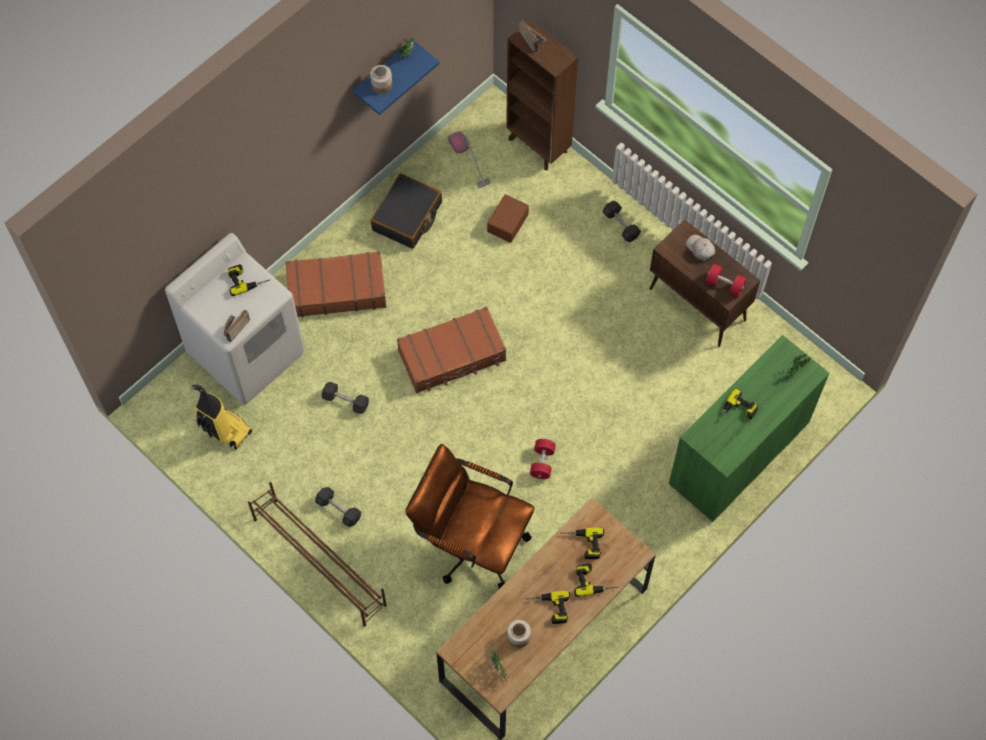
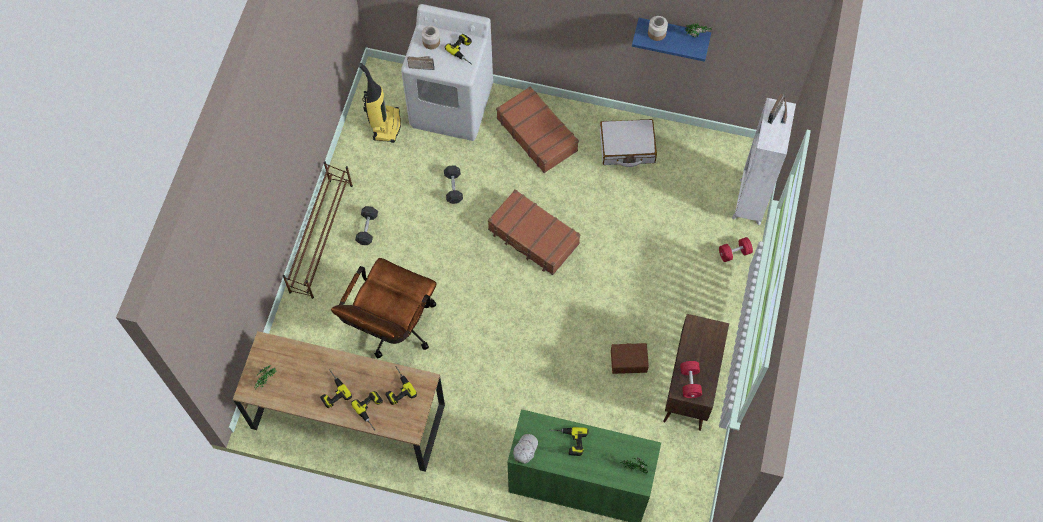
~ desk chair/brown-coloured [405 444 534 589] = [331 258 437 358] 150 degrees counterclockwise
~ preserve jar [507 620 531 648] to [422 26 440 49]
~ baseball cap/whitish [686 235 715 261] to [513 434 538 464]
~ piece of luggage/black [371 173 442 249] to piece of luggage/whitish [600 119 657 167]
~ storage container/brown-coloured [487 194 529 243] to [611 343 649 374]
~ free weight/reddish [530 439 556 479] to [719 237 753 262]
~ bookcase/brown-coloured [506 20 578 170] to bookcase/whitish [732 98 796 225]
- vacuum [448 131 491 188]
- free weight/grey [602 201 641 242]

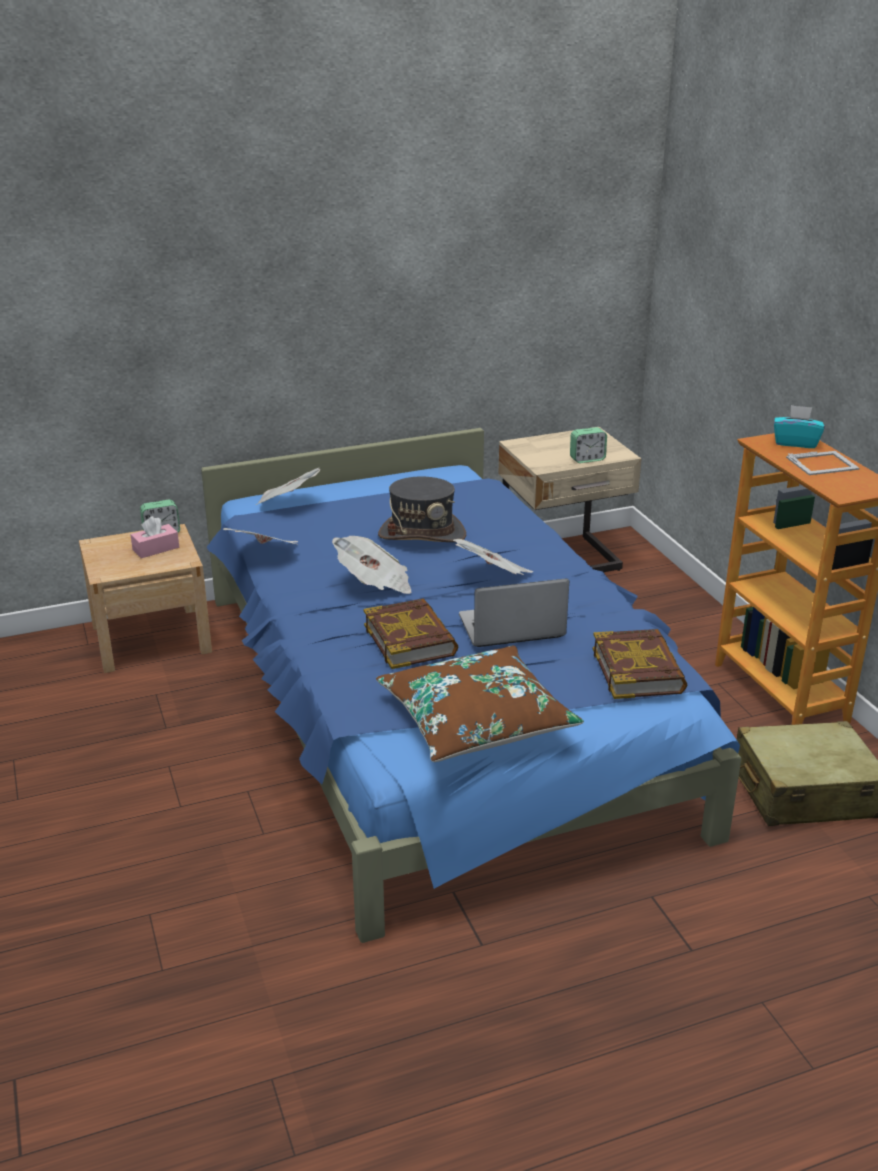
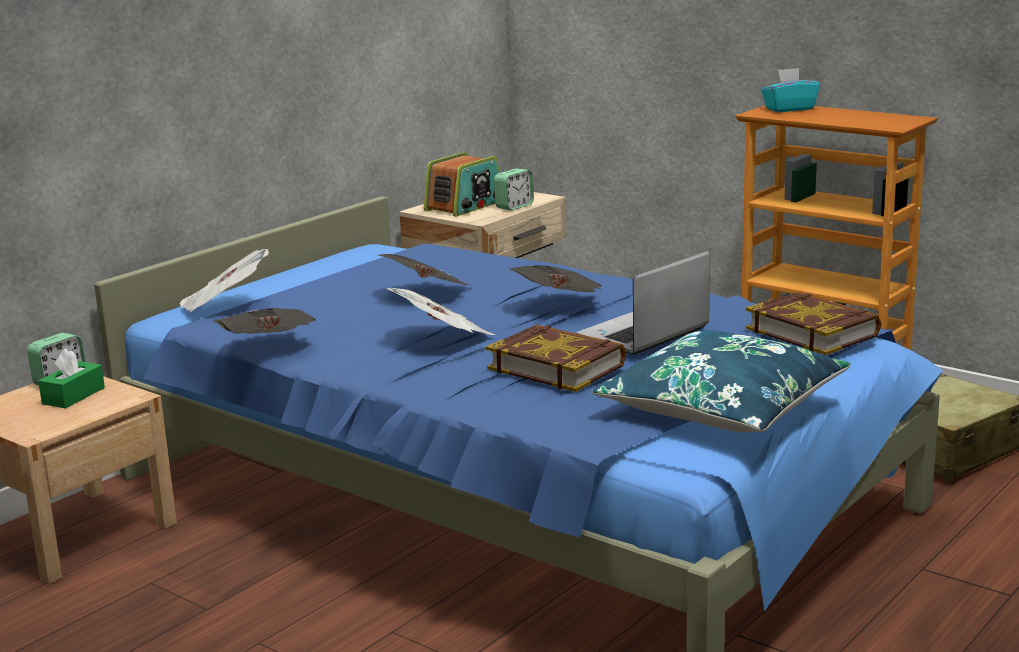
~ tissue holder/pink-coloured [131 516 179 558] to tissue holder/green-coloured [38 349 105 408]
~ hat/grey [378 477 466 542] to newspaper [378 254 472 285]
+ radio set [424 152 500 217]
~ throw pillow/brown-coloured [376 646 584 762] to throw pillow/bluish [591 330 851 432]
- picture frame [786 451 860 475]

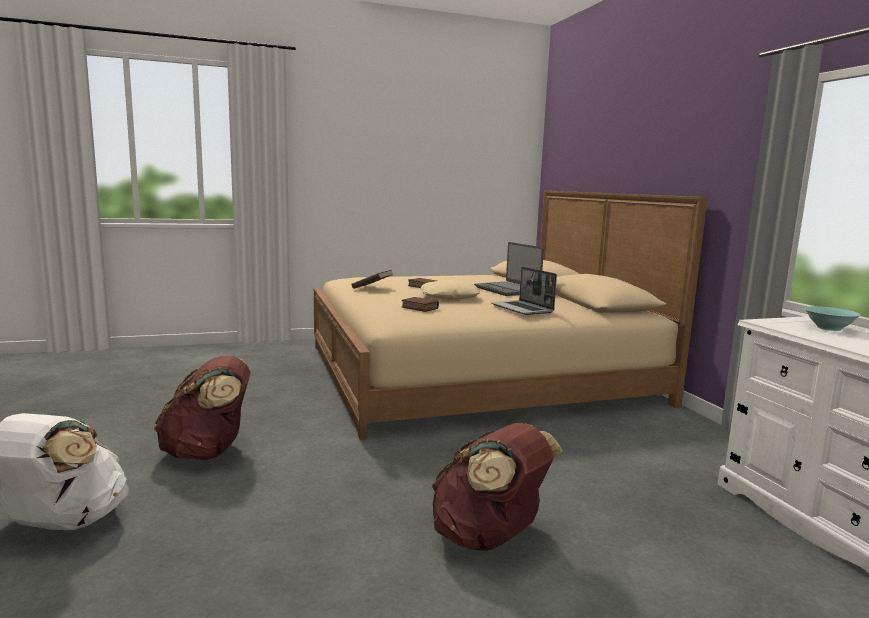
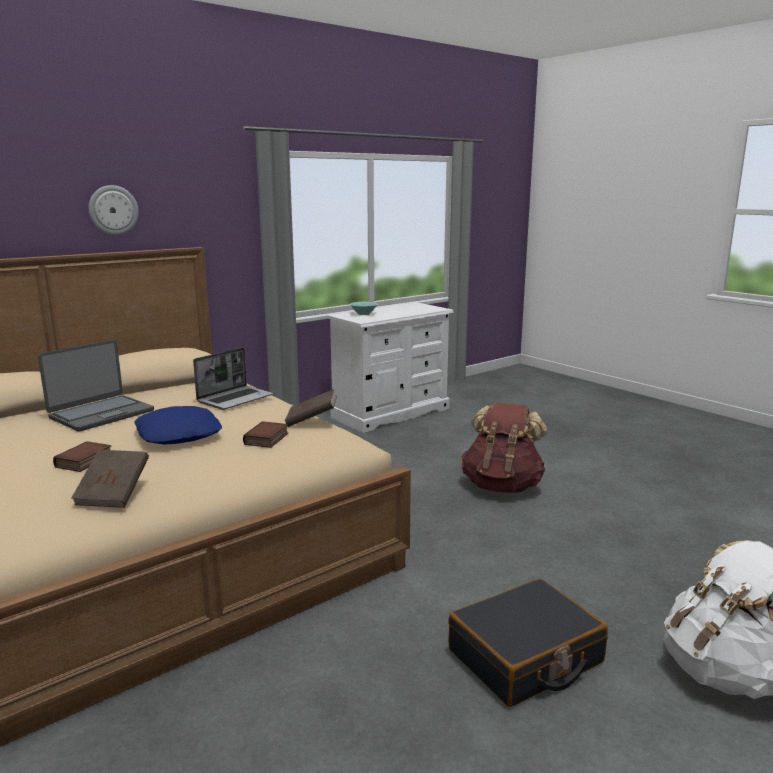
+ hanging clock [88 185 139 235]
~ throw pillow/beige [421 280 480 300] to throw pillow/bluish [134 406 222 445]
+ volume/brown-coloured [285 389 337 427]
~ backpack/brown-coloured [154 355 251 460] to piece of luggage/black [448 579 608 707]

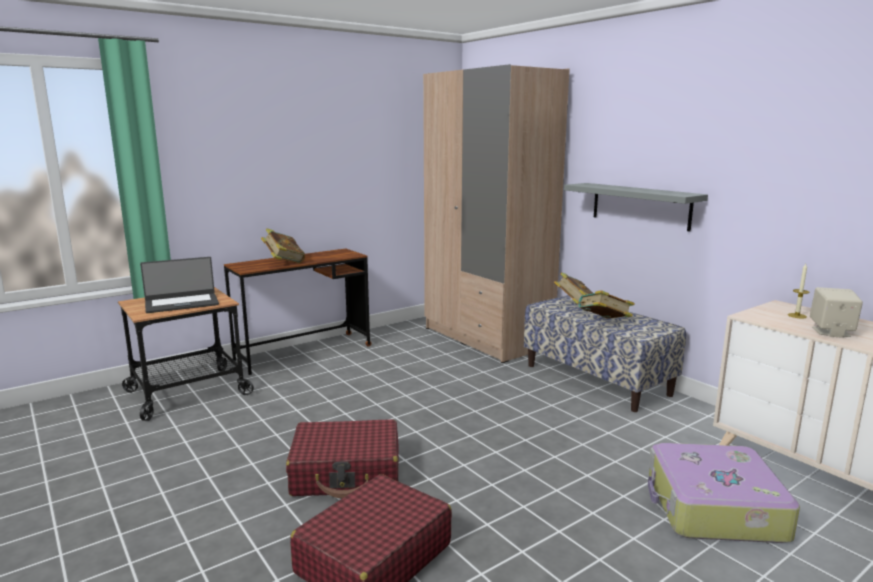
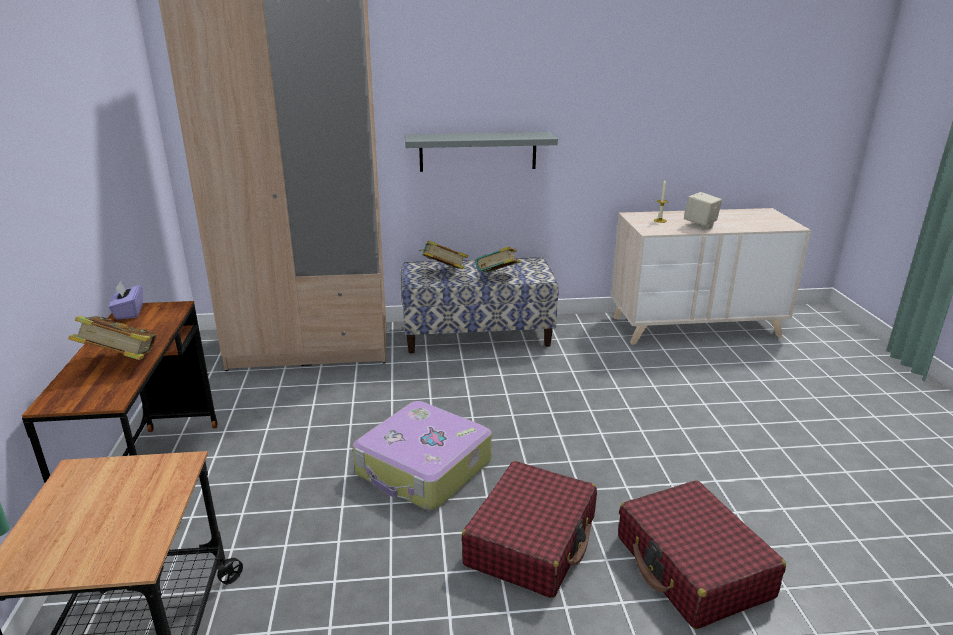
+ tissue holder/purple [109 281 143 320]
~ piece of luggage [648 443 800 543] to [353 401 492 510]
- notebook computer [140 257 219 313]

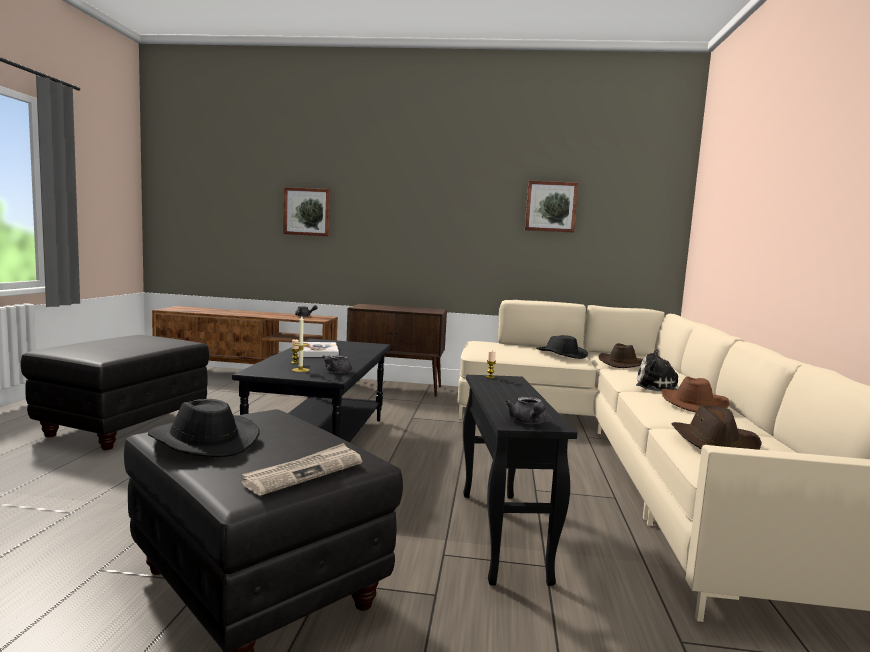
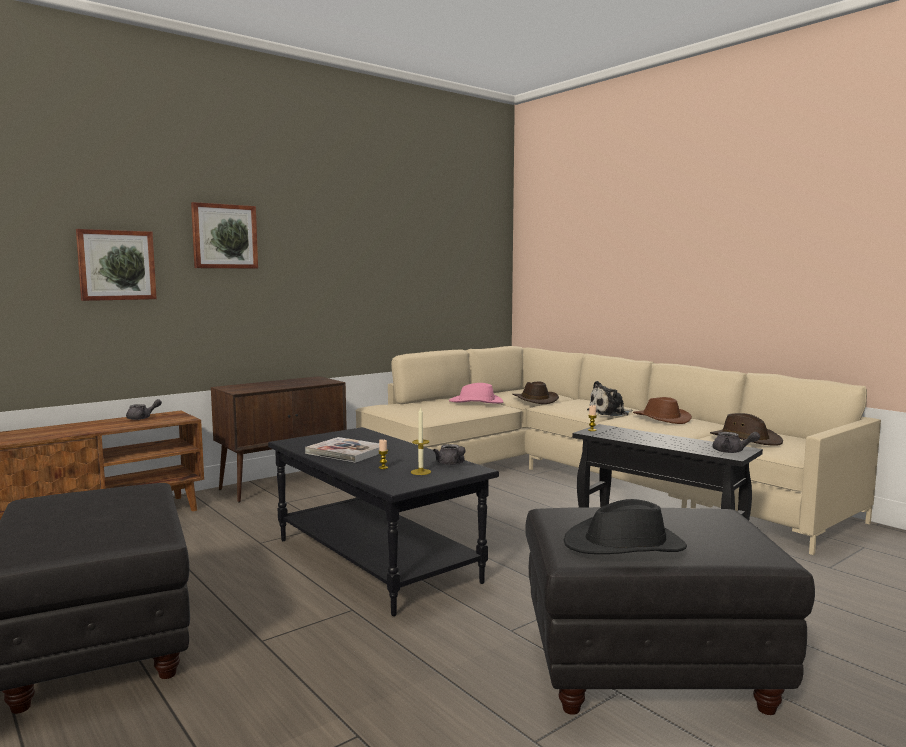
~ wall art [525 181 578 233] to [191 202 258 269]
~ hat/black [536 335 588 359] to hat/pink-coloured [449 383 503 404]
- newspaper [241 443 362 495]

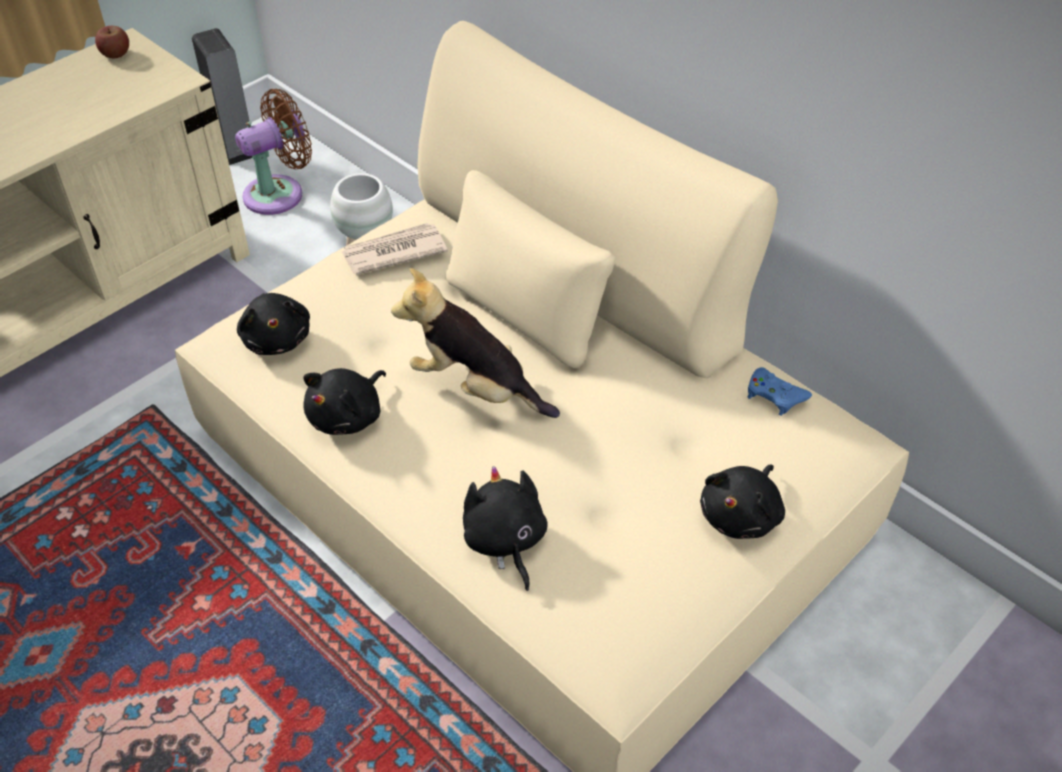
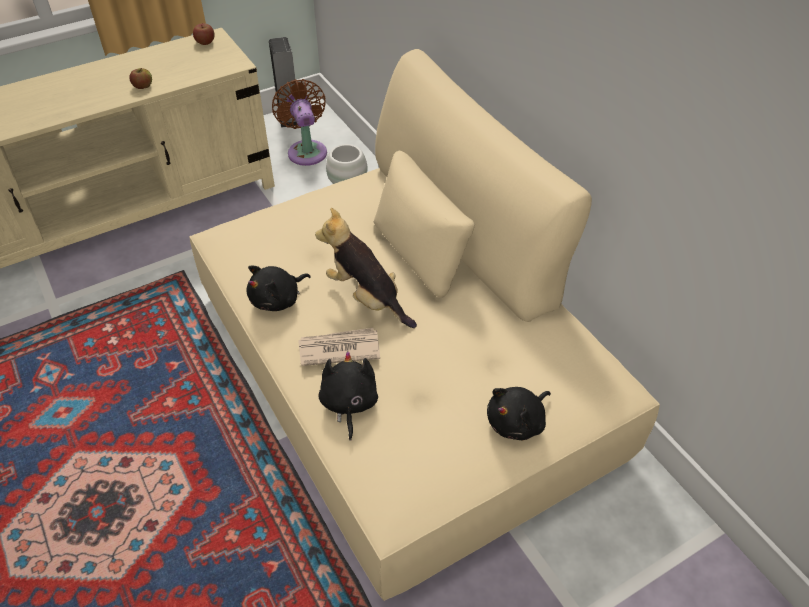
+ apple fruit [129 68 152 89]
~ electric fan/brown-coloured [235 89 312 215] = [272 79 327 166] 90 degrees counterclockwise
~ newspaper [341 223 448 275] to [298 328 380 366]
- cuddly toy/black [237 293 310 355]
- gamepad/bluish [748 367 812 416]

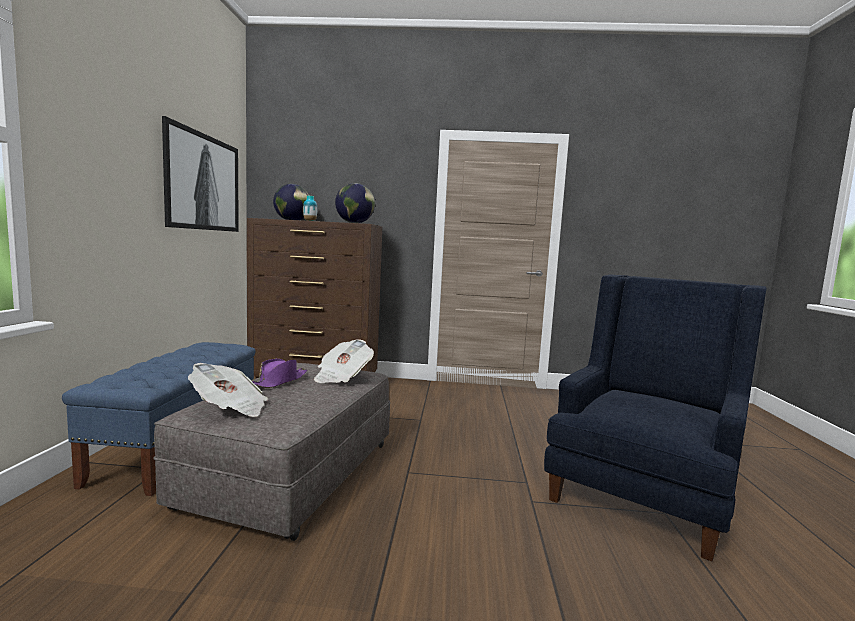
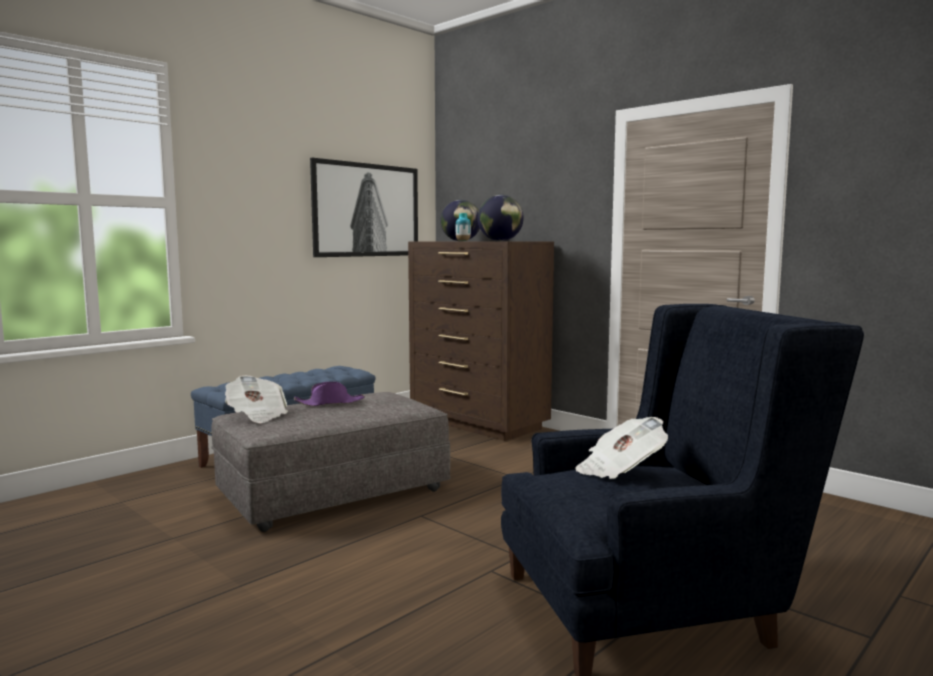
~ newspaper [314 339 374 383] to [575 417 668 479]

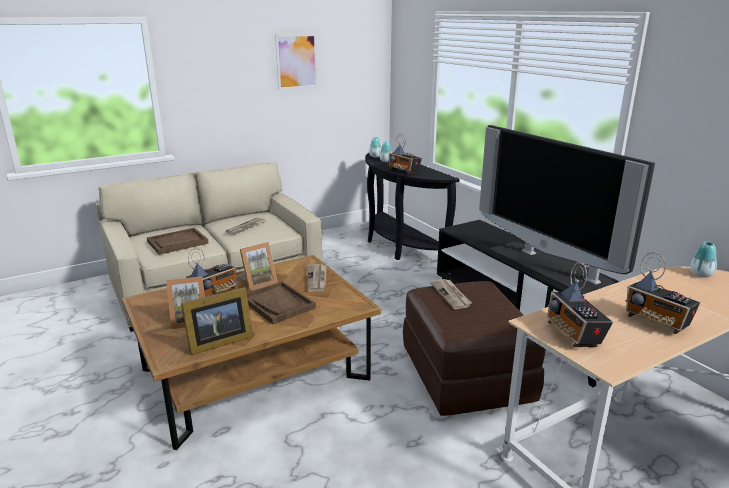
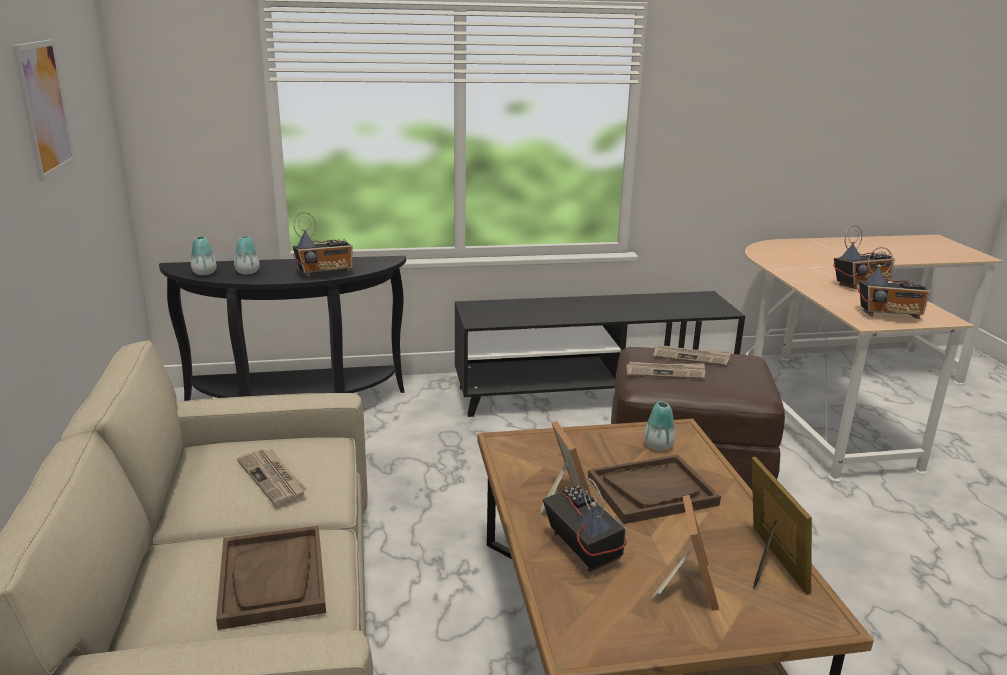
~ vase [690 241 717 277] to [644 401 676 451]
~ newspaper [307 264 327 292] to [653 345 731 366]
- TV [479 125 655 295]

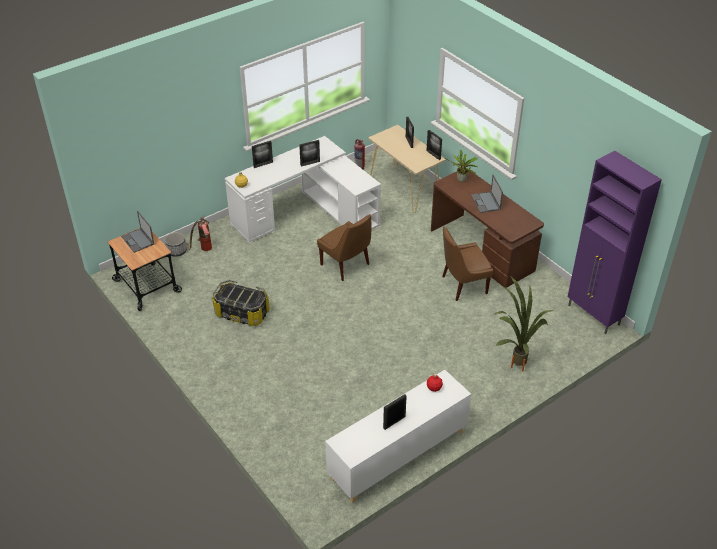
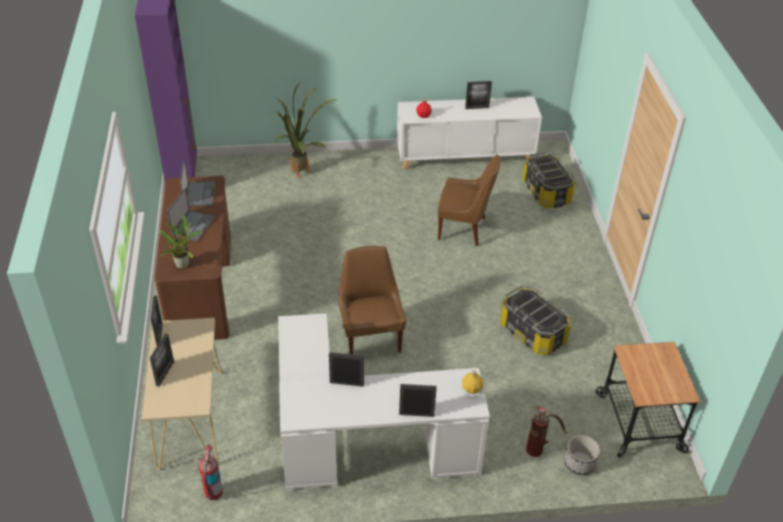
~ notebook computer [121 211 154 253] to [180 160 215 207]
~ chair/brown-coloured [442 226 493 301] to [438 154 501 246]
+ storage container [522 151 576 208]

